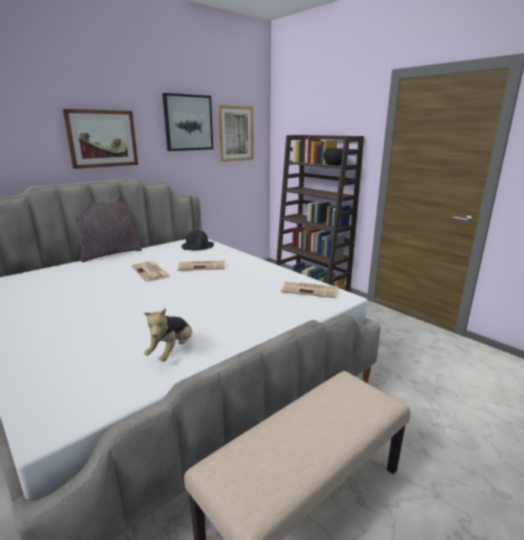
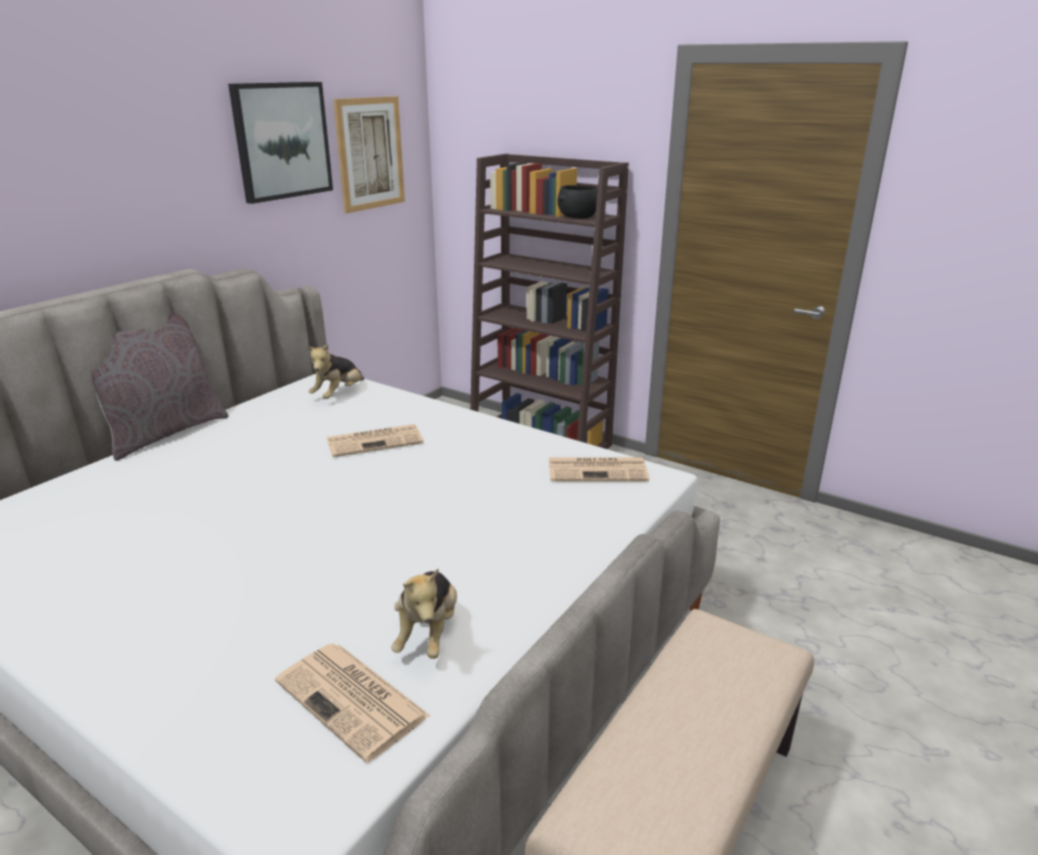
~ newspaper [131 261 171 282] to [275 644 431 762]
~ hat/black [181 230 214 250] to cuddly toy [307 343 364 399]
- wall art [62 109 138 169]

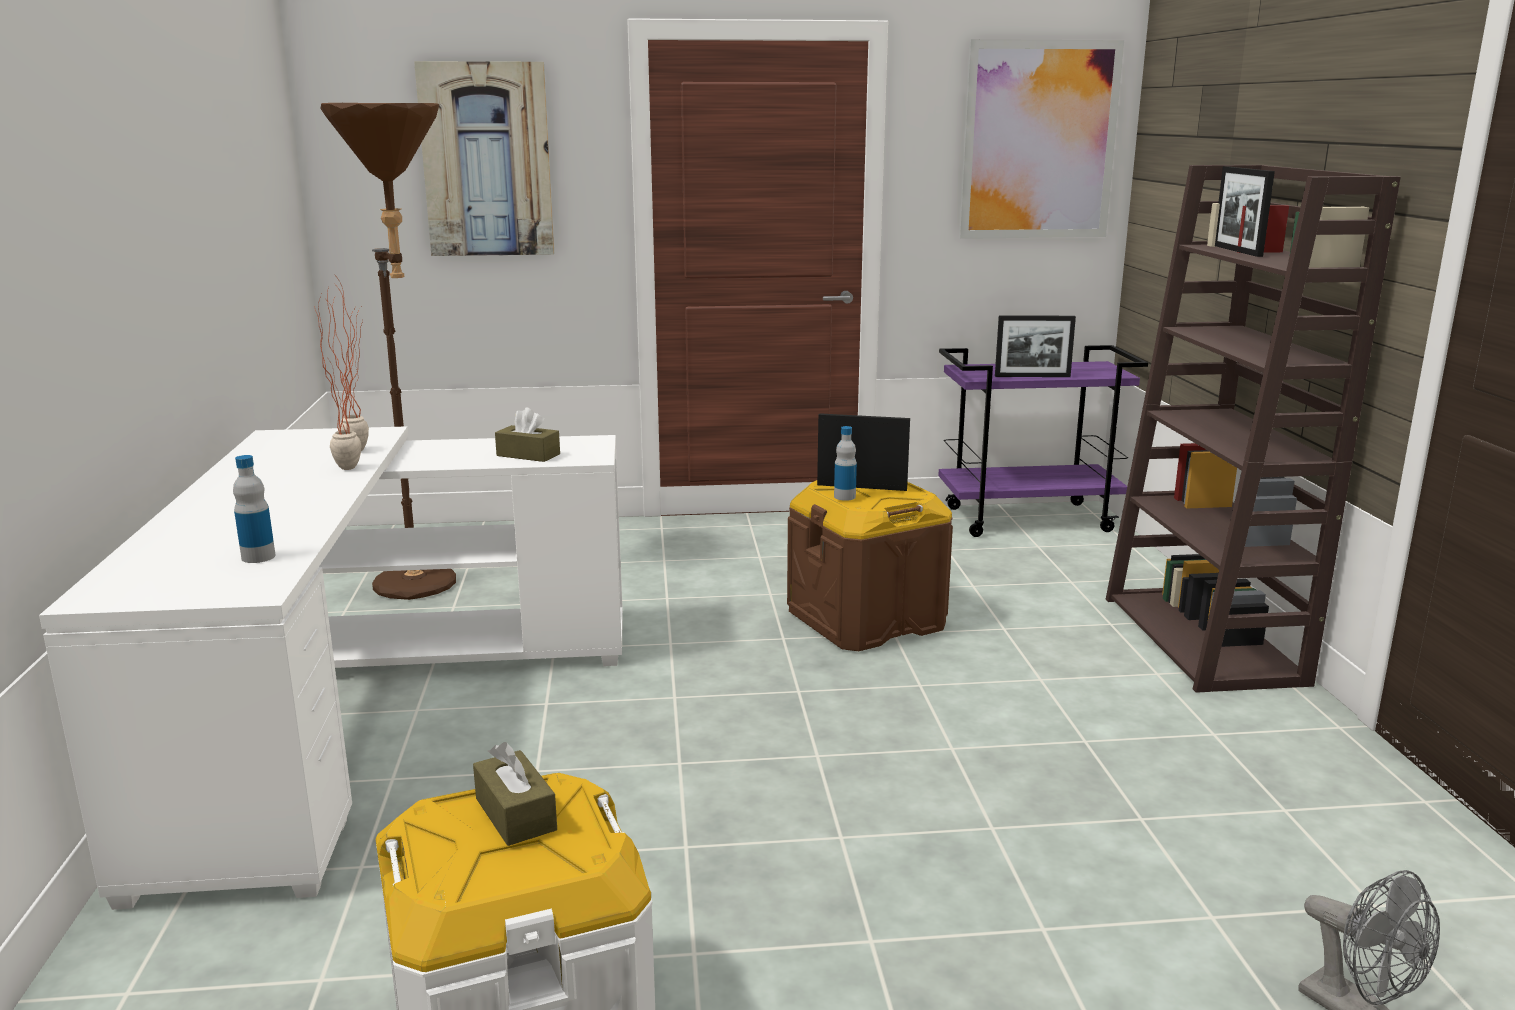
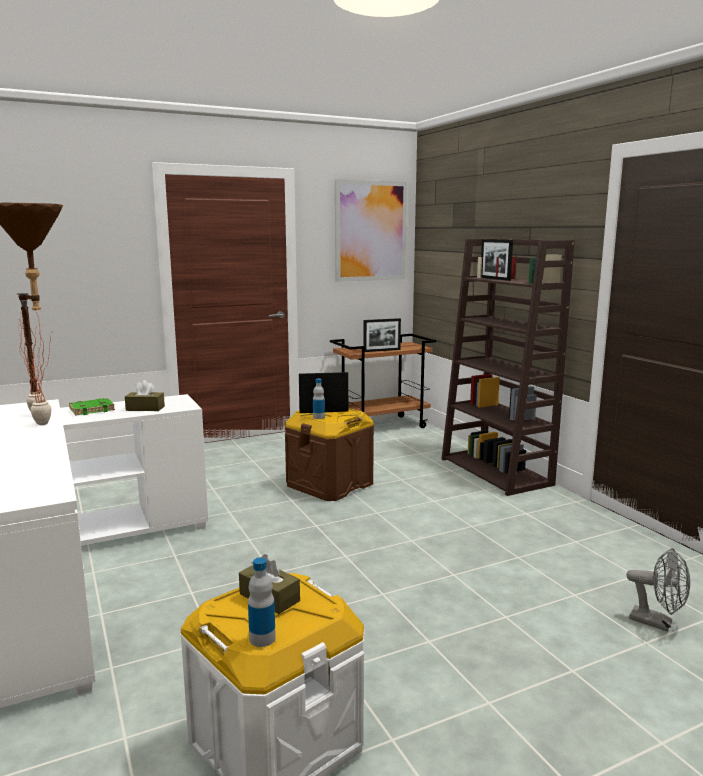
+ volume/green-coloured [69 398 115 416]
~ drink bottle [233 455 275 563] to [248 557 276 647]
~ wheeled cart/purple [938 345 1148 537] to wheeled cart/brown-coloured [330 334 436 428]
- wall art [414 61 554 256]

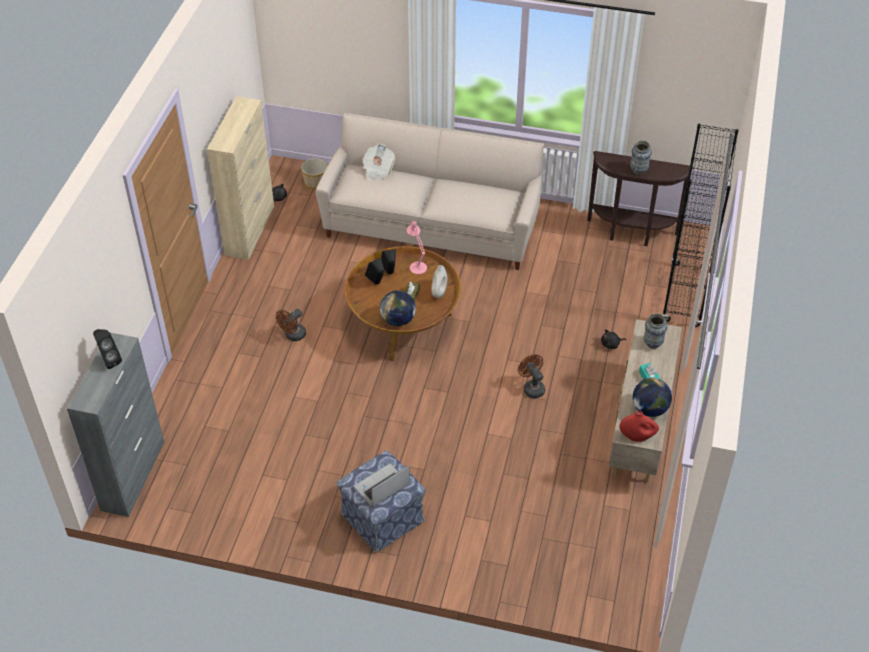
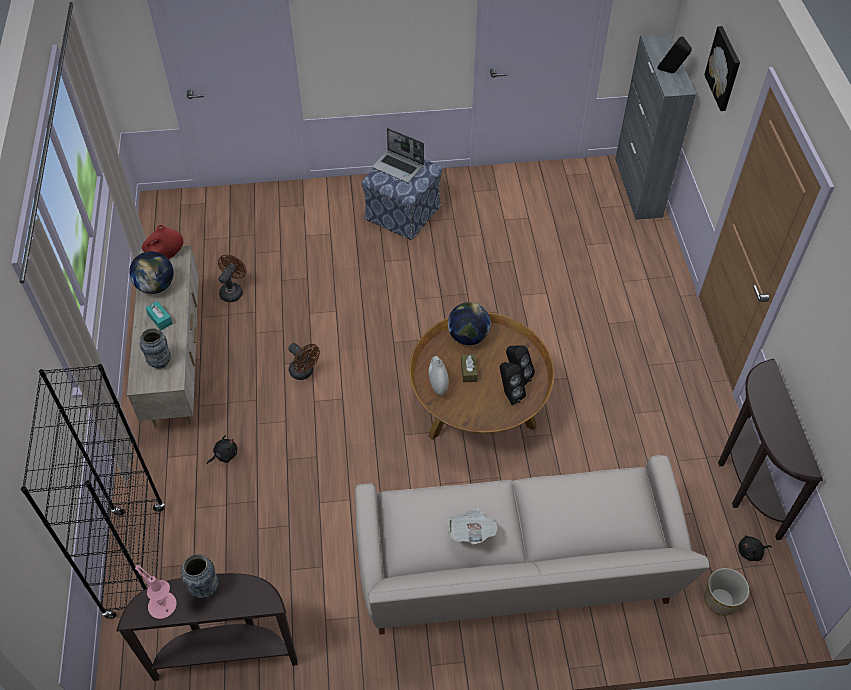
~ tabletop lamp/pink-coloured [407 221 427 274] to [135 565 177 619]
~ electric fan/brown-coloured [276 309 306 341] to [218 254 246 302]
~ notebook computer [354 464 410 507] = [372 128 424 183] 90 degrees clockwise
~ newspaper [362 144 396 181] to [448 508 498 544]
+ wall art [704 26 740 111]
~ cupboard/beige [207 96 274 260] to console table/brown-coloured [718 359 823 540]

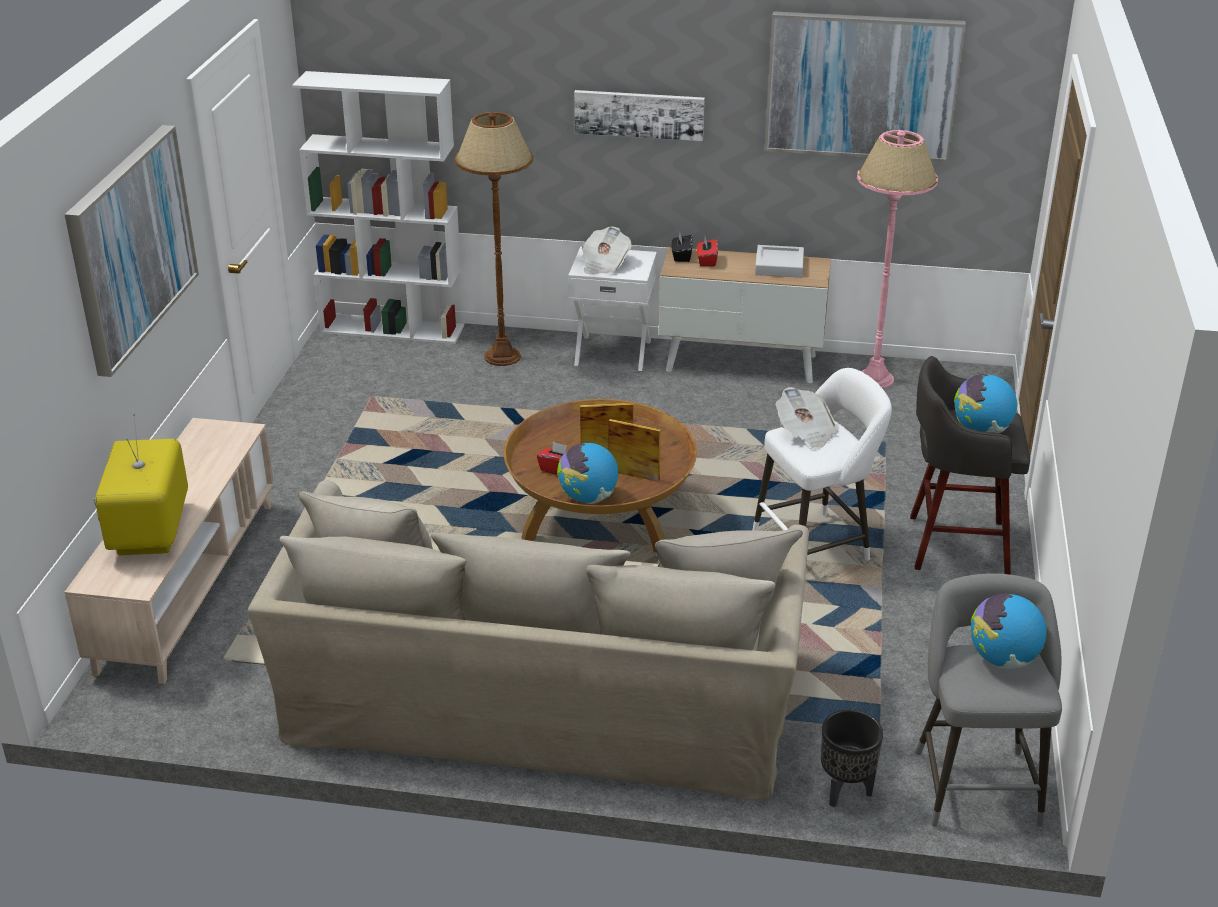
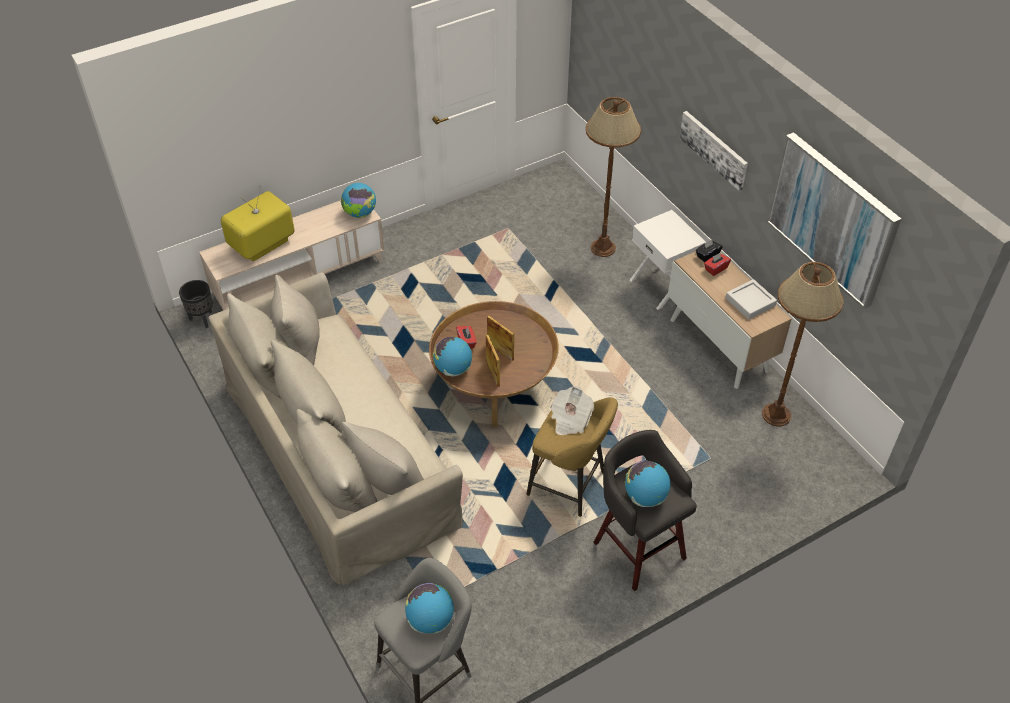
~ flower pot/black [821 710 883 807] to [179 280 213 328]
+ globe [341 183 376 218]
~ stool seat/whitish [752 368 892 560] to stool seat/yellow-coloured [527 397 618 517]
~ standard lamp/pink-coloured [857 130 938 389] to standard lamp/brown-coloured [762 262 843 426]
- wall art [64 125 199 377]
- bookcase/whitish [292 71 464 344]
- newspaper [581 226 632 275]

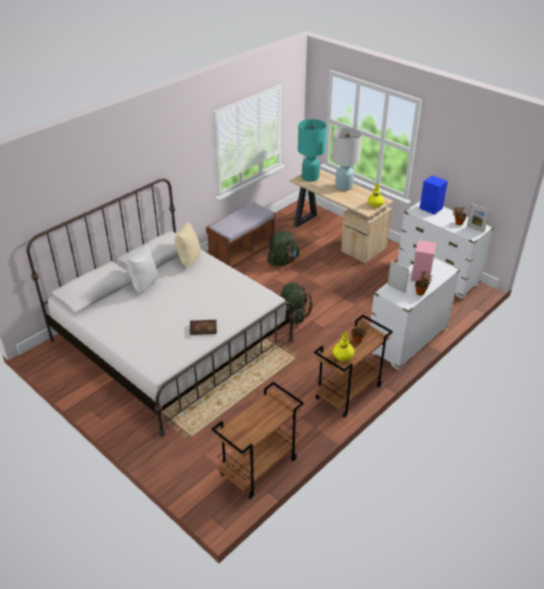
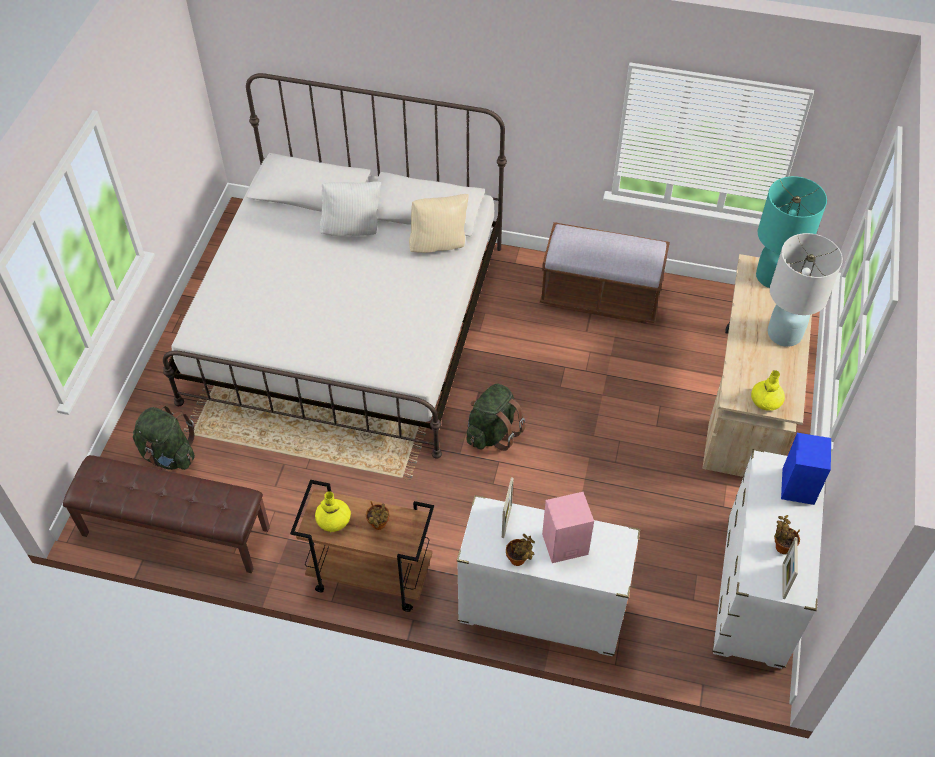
~ wheeled cart/brown-coloured [211 382 304 499] to indoor bench/brown-coloured [63 455 270 573]
~ backpack/green-coloured [267 231 299 266] to [133 404 195 470]
- volume [190 320 217 335]

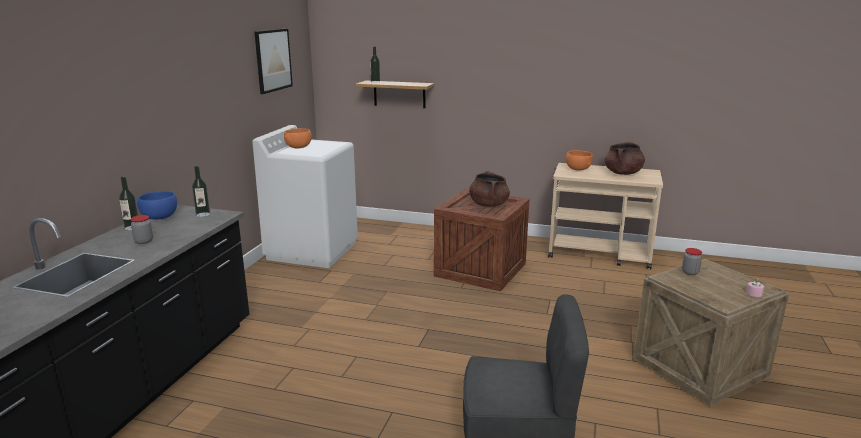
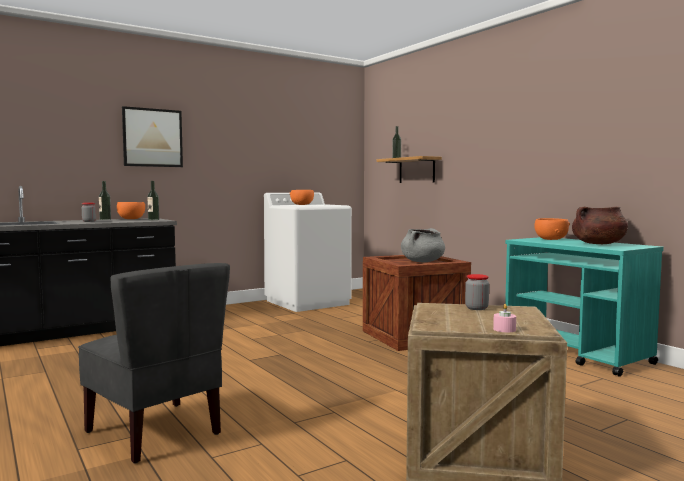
~ deep dish/bluish [136 191 177 220] to deep dish/orangey [117 202 145 219]
~ wall art [254 29 293 94] to [122 106 183 167]
~ stockpot/brown-coloured [469 171 510 207] to stockpot/grey [401 228 445 262]
~ wheeled cart/beige [548 163 663 269] to wheeled cart/blue-green [505 237 664 377]

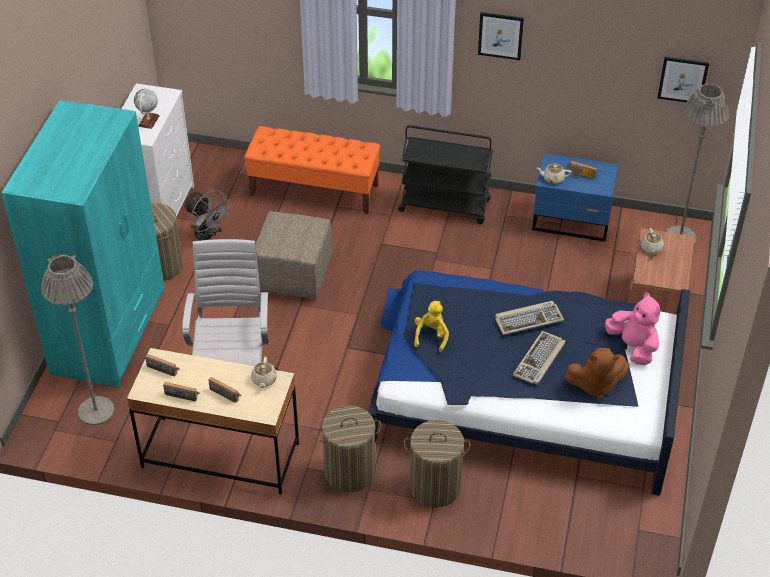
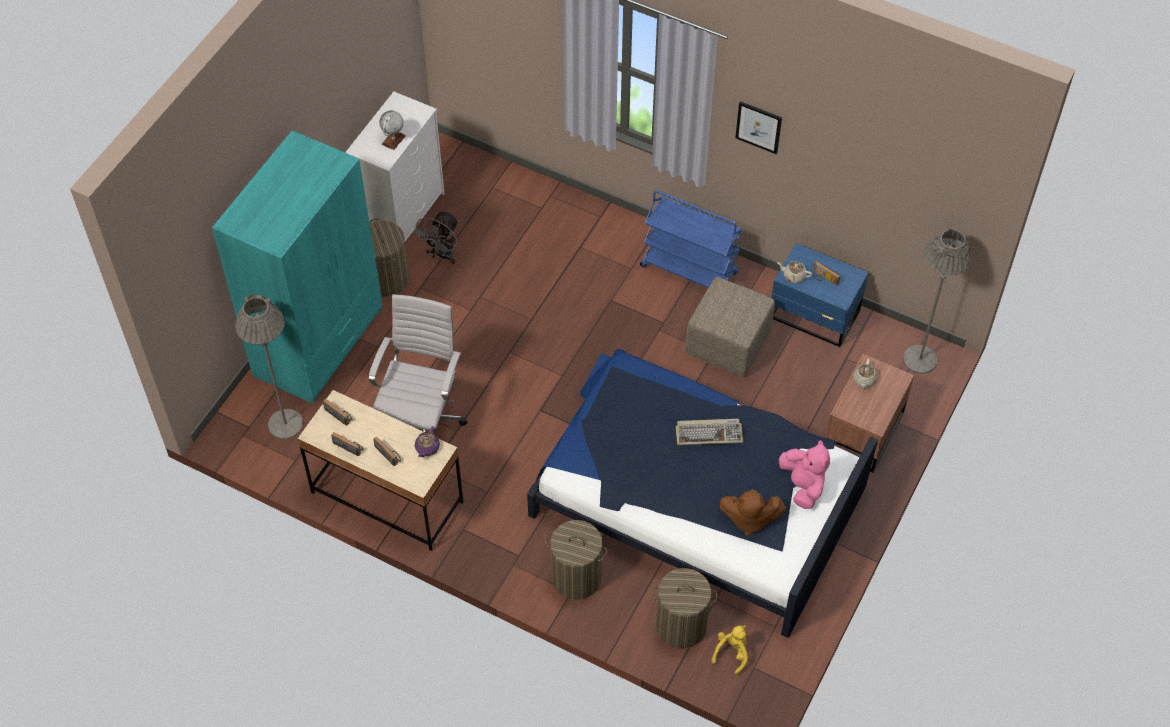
~ electric fan/grey [183 190 231 241] = [412 210 458 264] 60 degrees clockwise
~ teapot/beige [251 357 277 388] to teapot/purple [415 426 440 457]
~ wheeled cart/black [398 125 493 224] to wheeled cart/bluish [640 190 742 288]
~ washing basket [316 405 381 492] to [652 568 718 648]
~ pouffe/beige [256 211 332 299] to [685 277 775 377]
~ cuddly toy/yellow-coloured [414 301 449 352] to [711 625 748 675]
- indoor bench/orangey [244 126 381 214]
- computer keyboard [513 331 566 385]
- wall art [657 57 709 102]

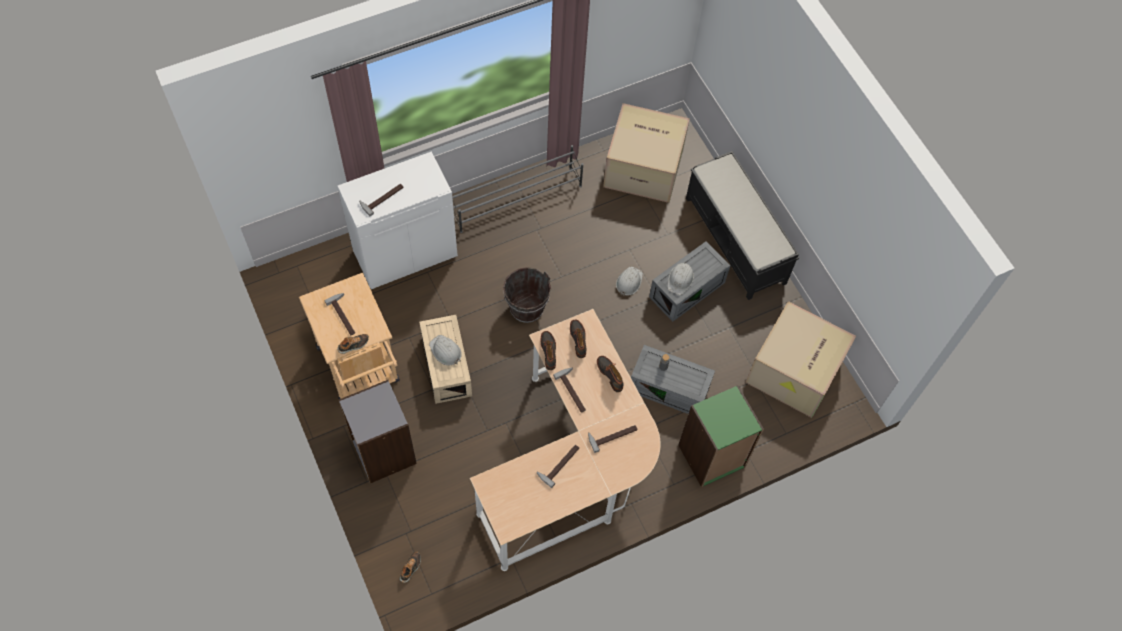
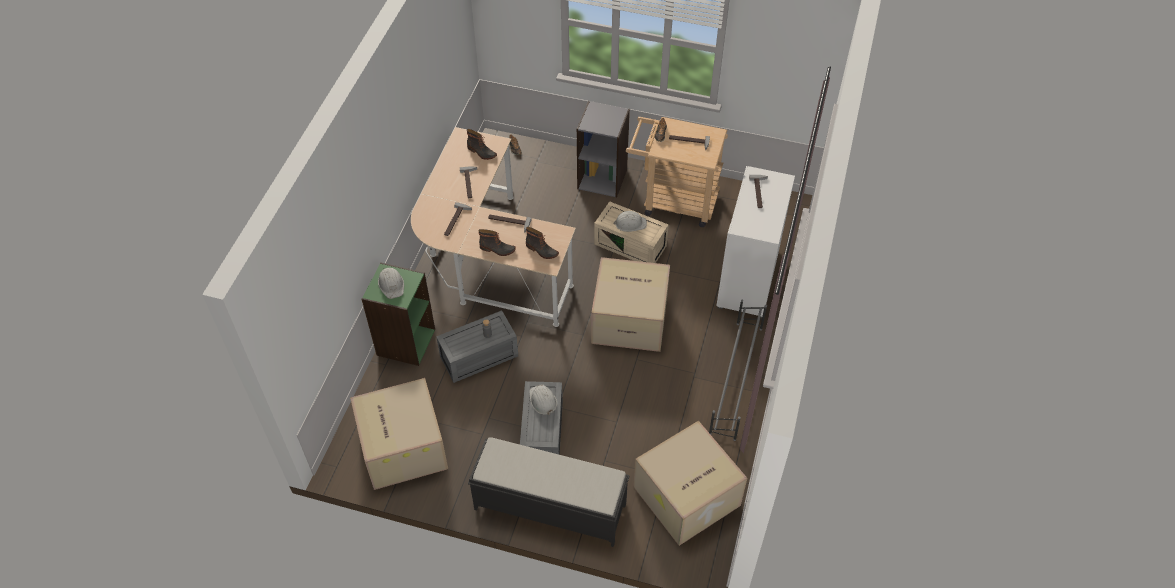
~ safety helmet/whitish [616 267 643 296] to [378 268 404 299]
~ tall boot [541 331 556 370] to [467 129 497 160]
~ water bucket/brown-coloured [503 267 551 323] to packing box [591 257 670 352]

